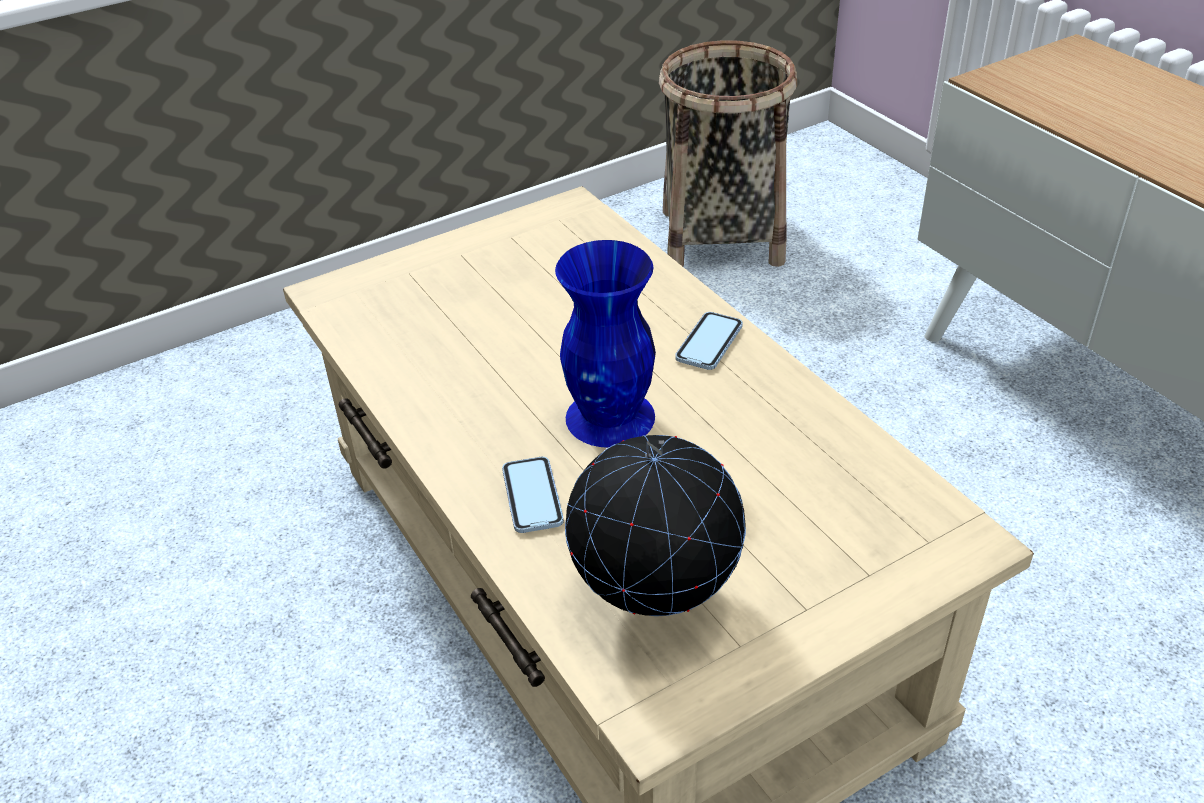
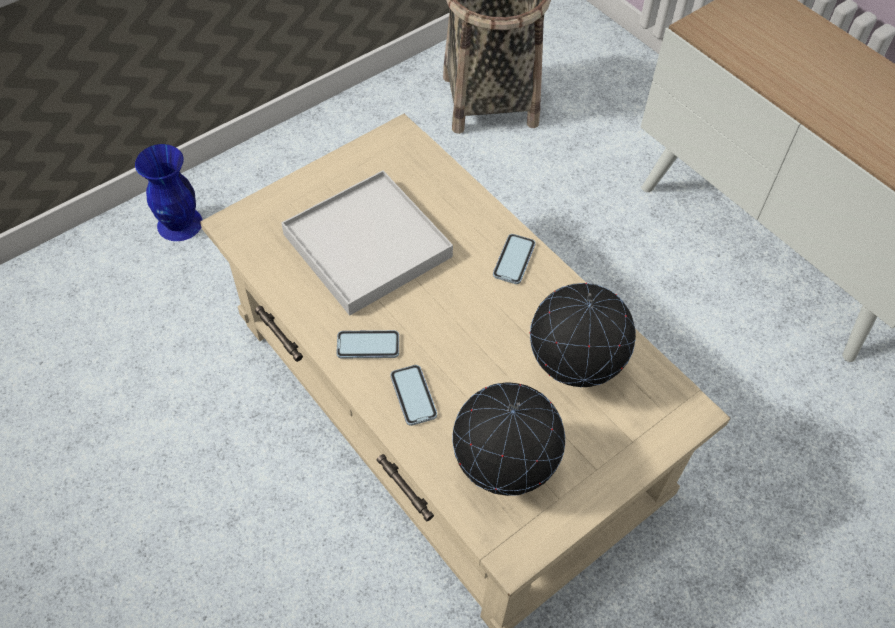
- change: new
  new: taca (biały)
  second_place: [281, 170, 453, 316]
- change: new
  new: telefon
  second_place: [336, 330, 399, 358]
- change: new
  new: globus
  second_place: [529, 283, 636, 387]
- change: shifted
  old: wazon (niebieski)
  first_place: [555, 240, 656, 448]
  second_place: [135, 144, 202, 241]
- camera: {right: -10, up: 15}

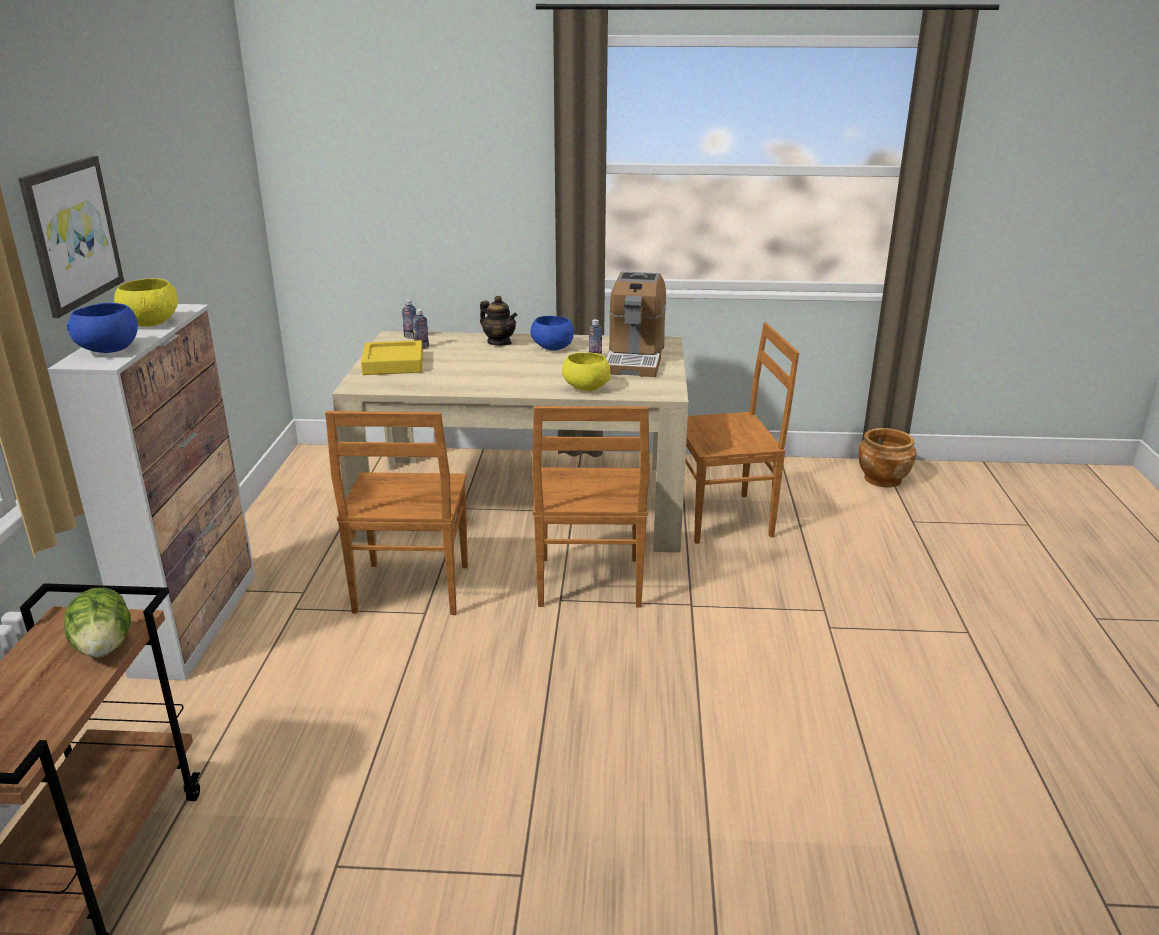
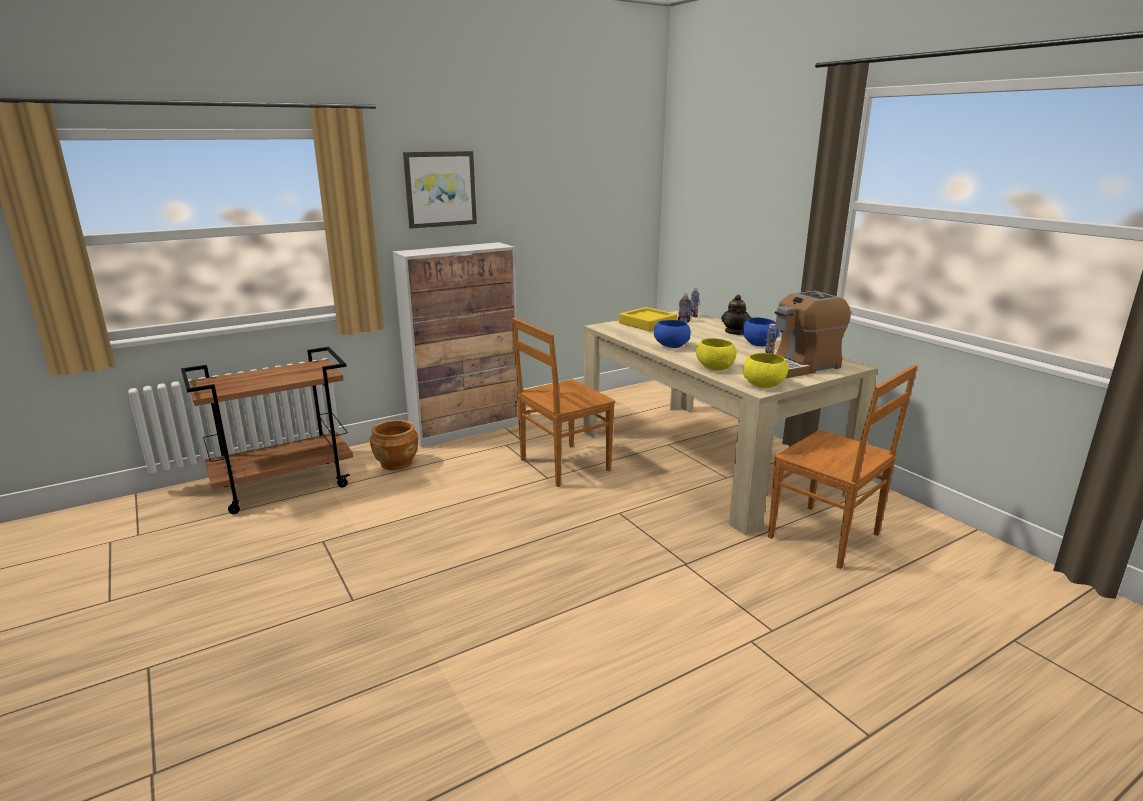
- change: gone
  old: sałata
  first_place: [64, 588, 131, 658]
- change: gone
  old: krzesło (brązowy)
  first_place: [532, 406, 650, 608]
- change: shifted
  old: miska (niebieski)
  first_place: [67, 303, 138, 353]
  second_place: [654, 320, 690, 348]
- change: shifted
  old: miska (żółty)
  first_place: [114, 278, 178, 327]
  second_place: [743, 353, 789, 388]
- change: shifted
  old: donica (brązowy)
  first_place: [859, 428, 916, 488]
  second_place: [370, 420, 418, 470]
- camera: {right: 55, up: -5}

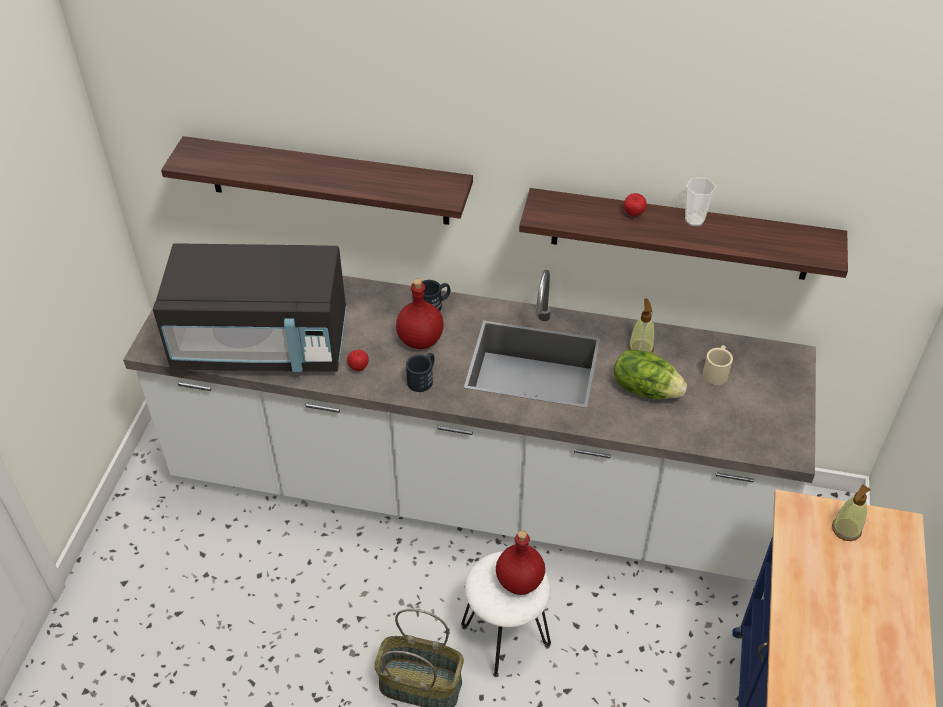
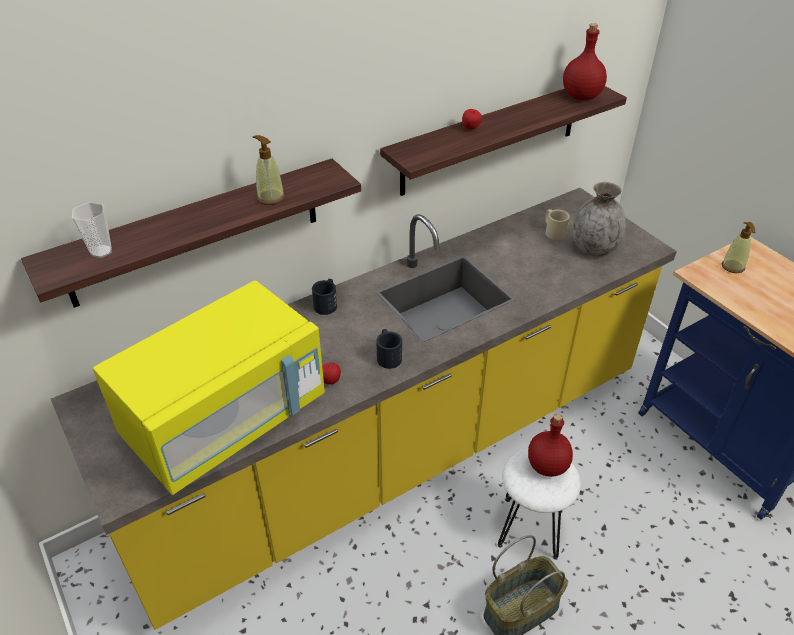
- change: gone
  old: sałata
  first_place: [614, 349, 687, 399]
- change: new
  new: wazon (szary)
  second_place: [573, 182, 626, 256]
- change: shifted
  old: butelka (czerwony)
  first_place: [396, 279, 444, 349]
  second_place: [563, 23, 607, 100]
- change: shifted
  old: dozownik mydła
  first_place: [628, 299, 654, 353]
  second_place: [253, 135, 285, 205]
- change: shifted
  old: filiżanka
  first_place: [685, 177, 716, 226]
  second_place: [72, 202, 112, 258]
- change: repainted
  old: zabudowa kuchenna (biały)
  new: zabudowa kuchenna (żółty)
  first_place: [123, 270, 816, 581]
  second_place: [51, 188, 677, 630]
- change: repainted
  old: mikrofalówka (czarny)
  new: mikrofalówka (żółty)
  first_place: [153, 243, 347, 372]
  second_place: [93, 281, 325, 495]
- camera: {right: -45, up: -5}

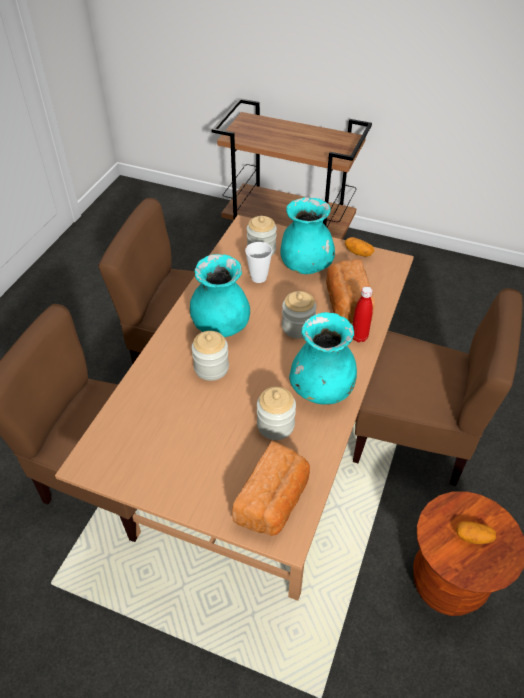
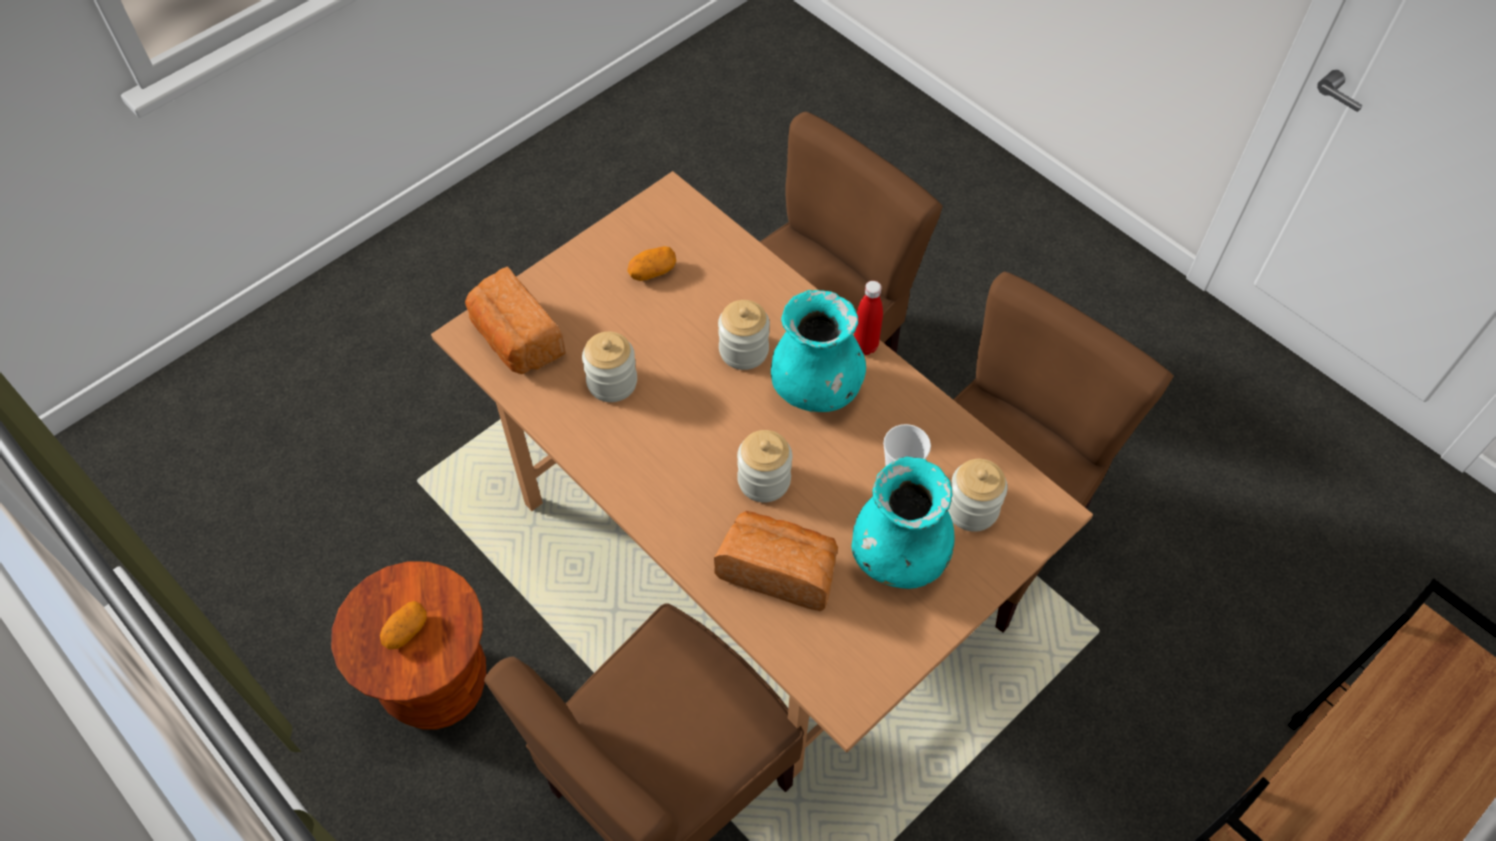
- change: gone
  old: wazon (turkusowy)
  first_place: [289, 312, 357, 405]
- change: shifted
  old: ziemniak
  first_place: [345, 237, 374, 257]
  second_place: [627, 246, 676, 281]
- change: shifted
  old: butelka (czerwony)
  first_place: [352, 286, 373, 342]
  second_place: [854, 281, 883, 355]
- camera: {right: 115, up: 10}

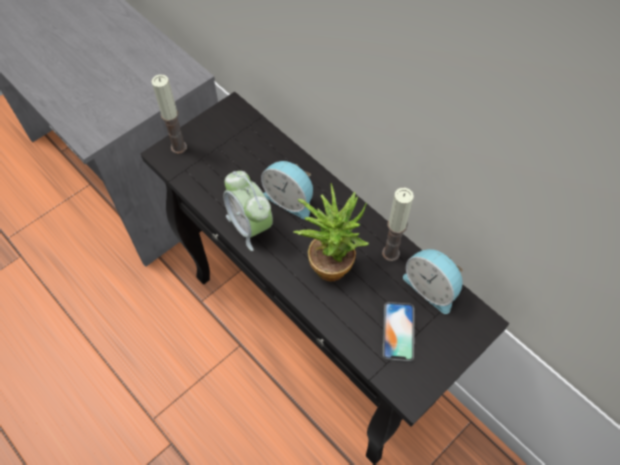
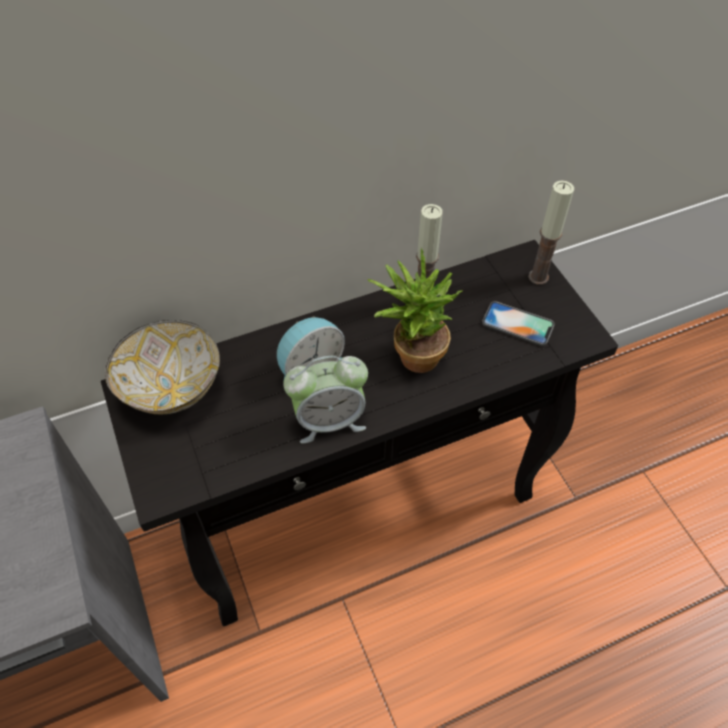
- change: gone
  old: budzik
  first_place: [403, 249, 463, 314]
- change: new
  new: miska
  second_place: [105, 320, 220, 415]
- change: shifted
  old: świeca
  first_place: [151, 74, 187, 154]
  second_place: [528, 180, 574, 285]
- camera: {right: -70, up: -5}

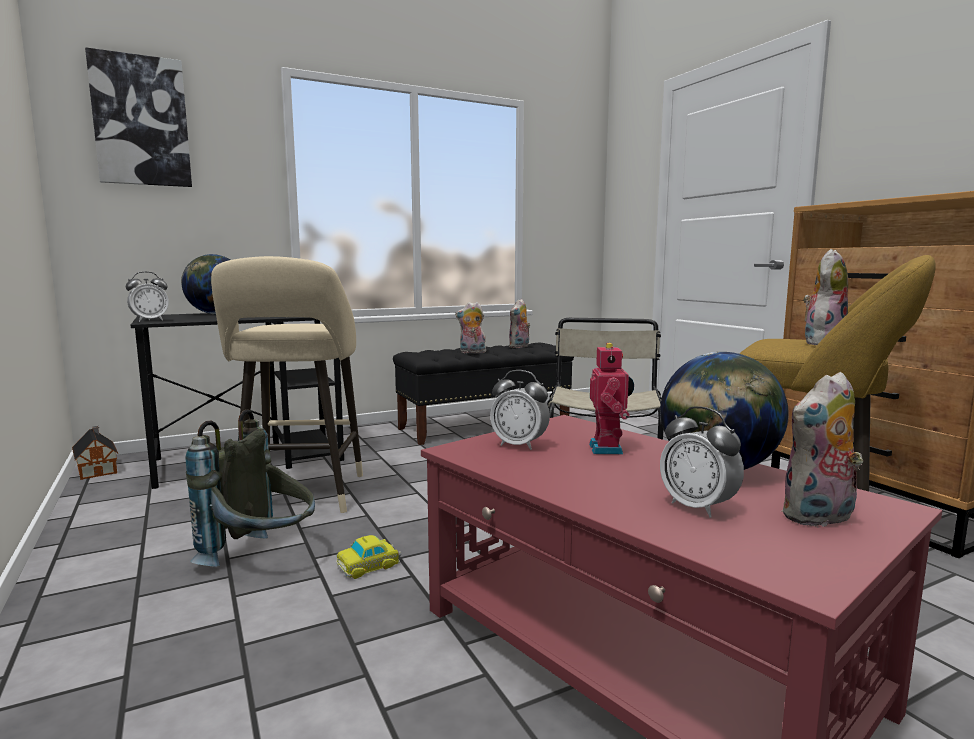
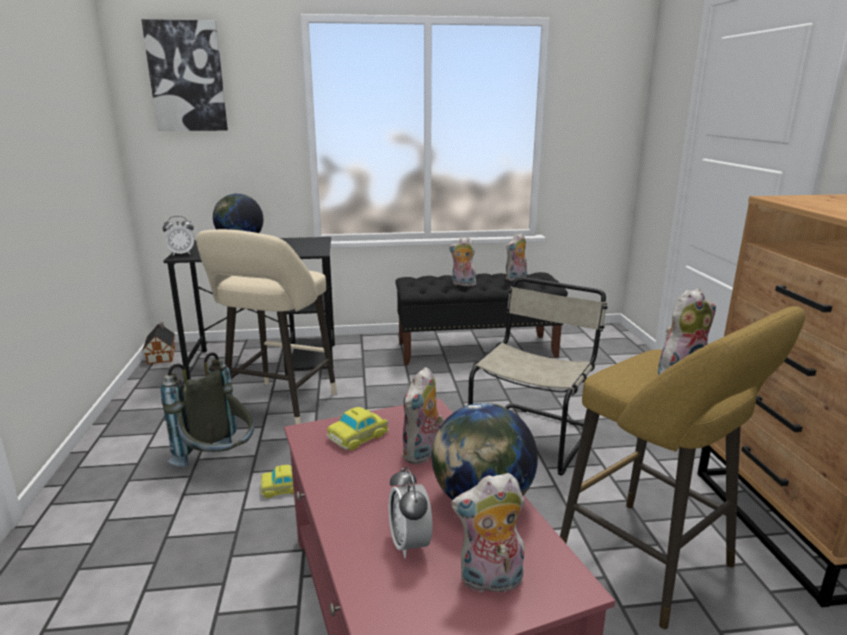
- change: swapped
  old: budzik
  new: samochodzik
  first_place: [490, 370, 550, 450]
  second_place: [327, 407, 389, 451]
- change: swapped
  old: robot zabawkowy
  new: pluszak
  first_place: [589, 343, 634, 454]
  second_place: [402, 367, 444, 465]
- camera: {right: 20, up: 10}

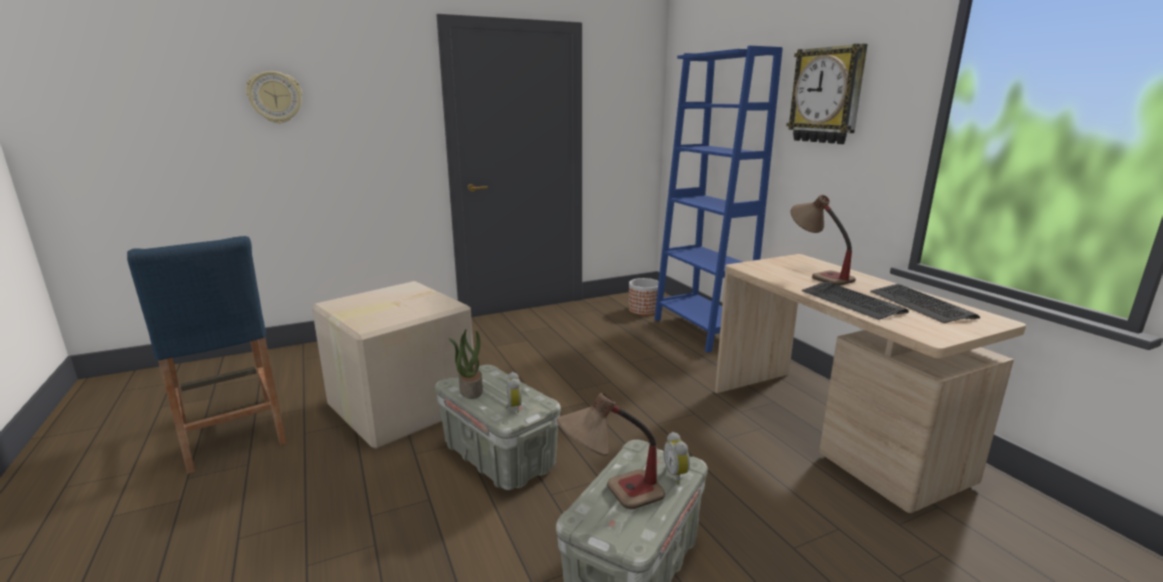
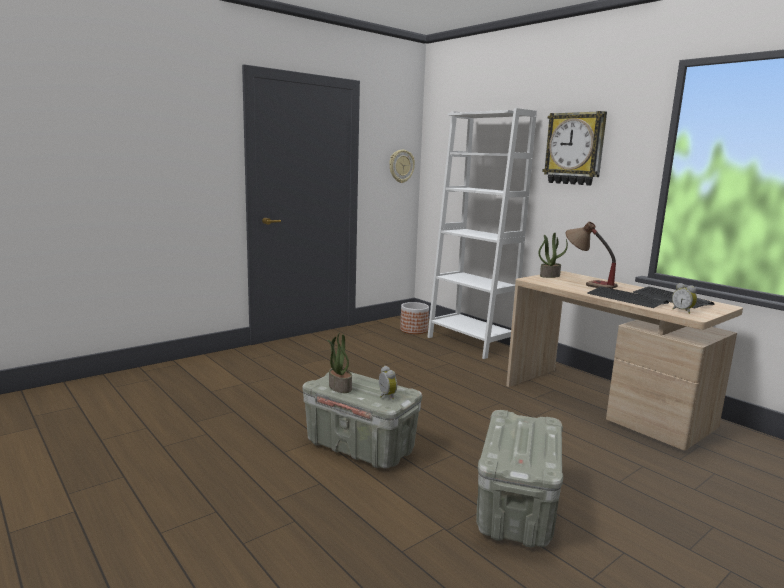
- change: gone
  old: stołek (niebieski)
  first_place: [127, 236, 287, 474]
- change: gone
  old: karton
  first_place: [312, 281, 475, 449]
- change: gone
  old: lampa stołowa
  first_place: [557, 393, 665, 509]
- change: new
  new: roślina doniczkowa
  second_place: [539, 233, 568, 278]
- change: shifted
  old: zegar ścienny
  first_place: [246, 71, 302, 124]
  second_place: [389, 150, 415, 183]
- change: shifted
  old: budzik
  first_place: [663, 432, 690, 483]
  second_place: [672, 283, 697, 314]
- change: repainted
  old: regał (niebieski)
  new: regał (biały)
  first_place: [655, 46, 783, 353]
  second_place: [428, 108, 537, 359]
- camera: {right: -15, up: -5}

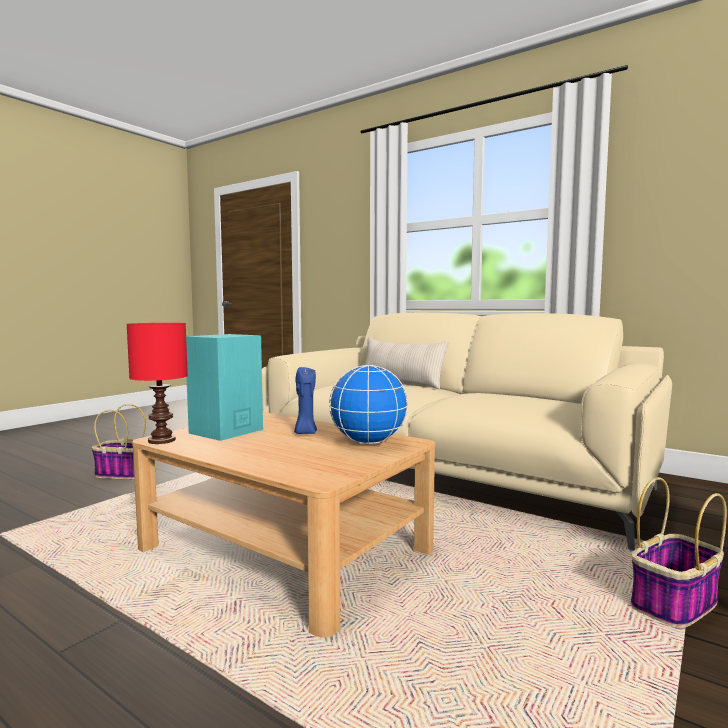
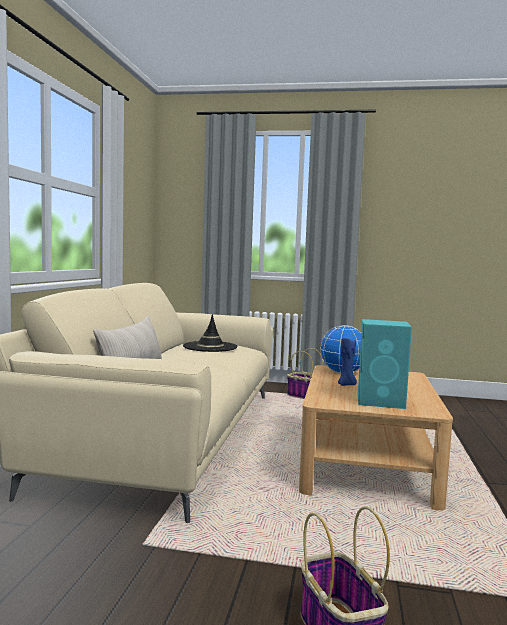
- change: gone
  old: lampa stołowa (czerwony)
  first_place: [127, 323, 188, 444]
- change: new
  new: kapelusz (czarny)
  second_place: [183, 314, 237, 352]
- camera: {right: -115, up: 0}

